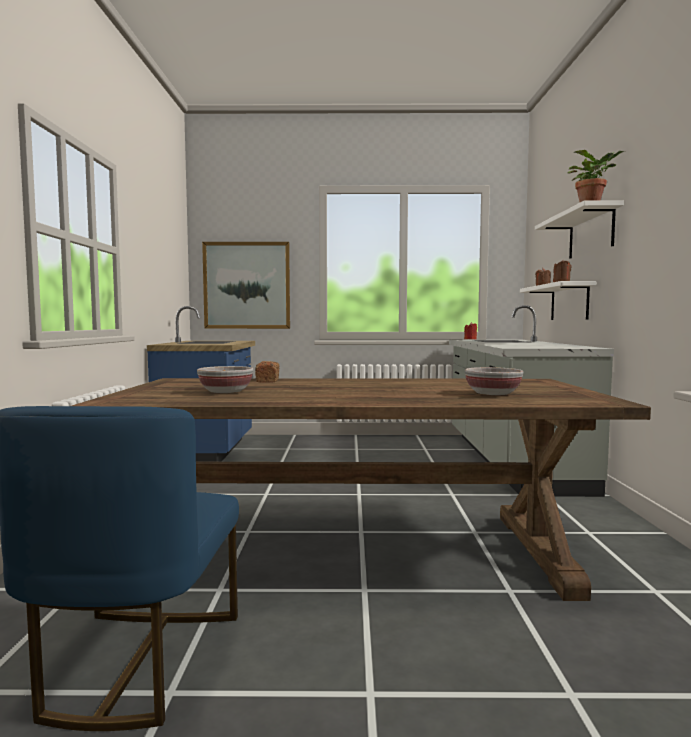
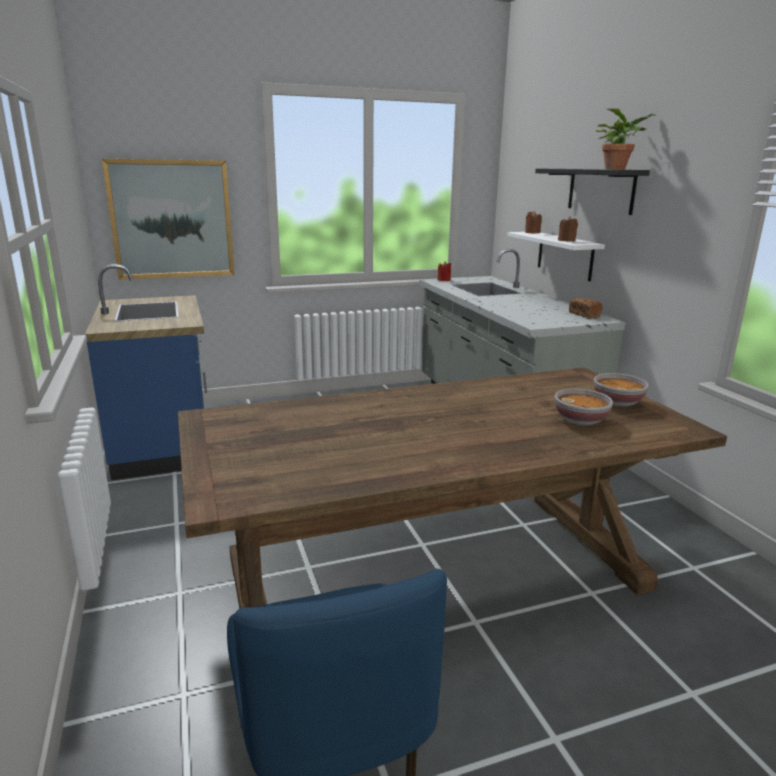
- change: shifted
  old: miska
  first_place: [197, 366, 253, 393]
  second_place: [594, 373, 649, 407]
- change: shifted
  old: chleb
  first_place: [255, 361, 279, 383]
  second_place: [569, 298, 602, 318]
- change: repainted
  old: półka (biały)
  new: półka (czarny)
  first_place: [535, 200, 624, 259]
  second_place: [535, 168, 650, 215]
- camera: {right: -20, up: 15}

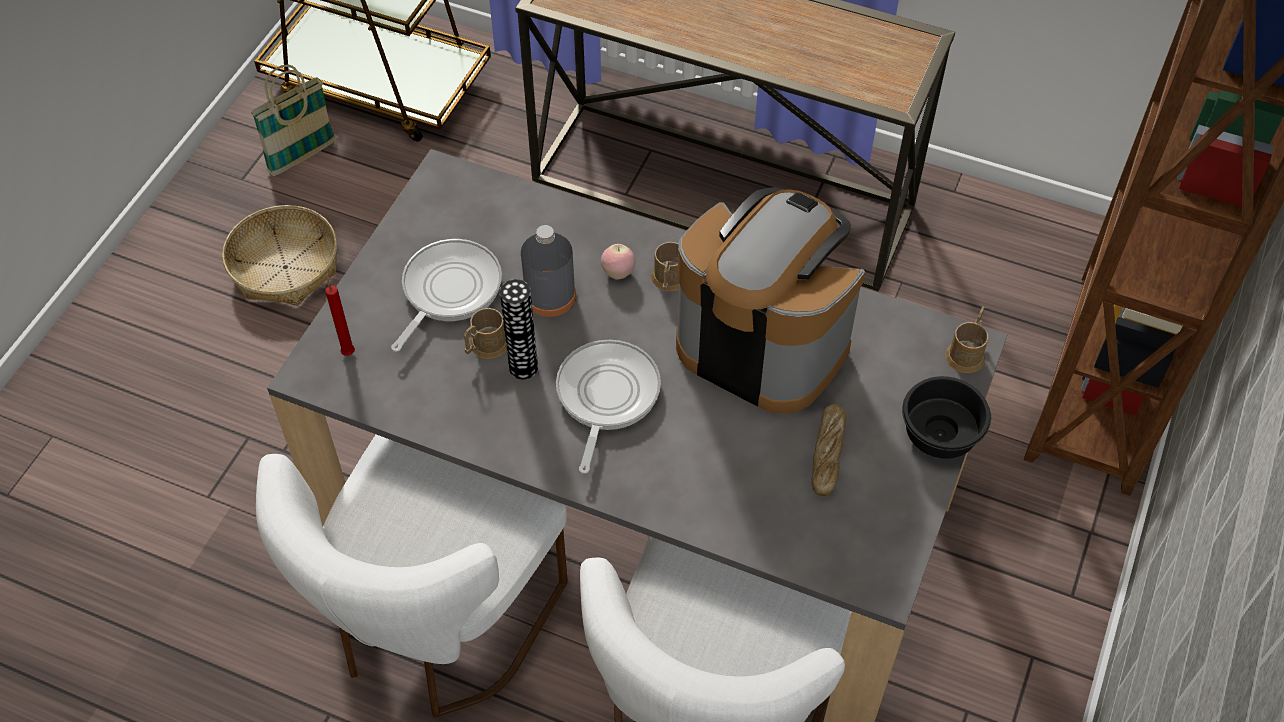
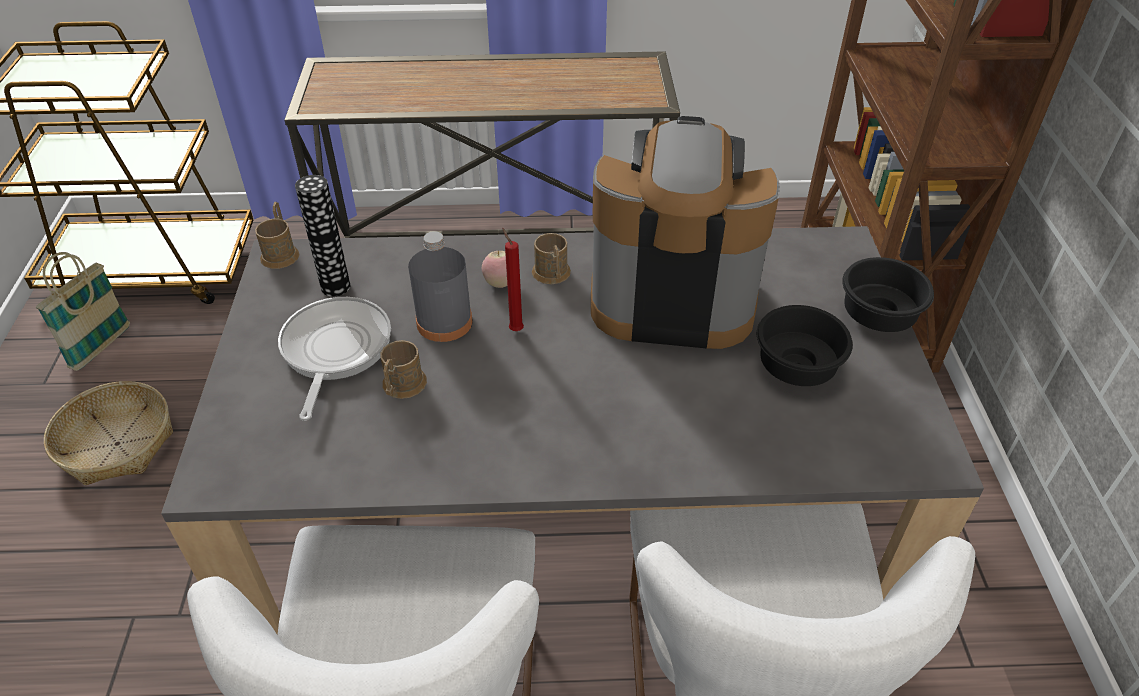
- change: gone
  old: patelnia
  first_place: [556, 340, 661, 474]
- change: shifted
  old: świeca (czerwony)
  first_place: [325, 273, 355, 356]
  second_place: [502, 228, 524, 331]
- change: shifted
  old: wazon
  first_place: [500, 279, 538, 380]
  second_place: [295, 175, 350, 297]
- change: shifted
  old: kubek (brązowy)
  first_place: [945, 306, 989, 373]
  second_place: [255, 202, 300, 269]
- change: swapped
  old: chleb
  new: miska (czarny)
  first_place: [812, 404, 846, 496]
  second_place: [757, 305, 853, 386]
- camera: {right: -25, up: -10}

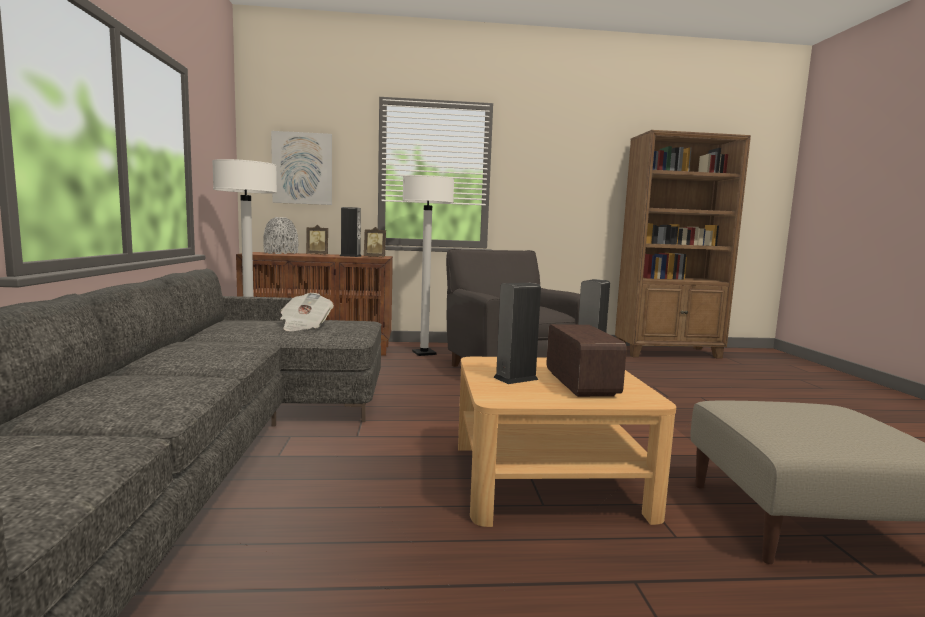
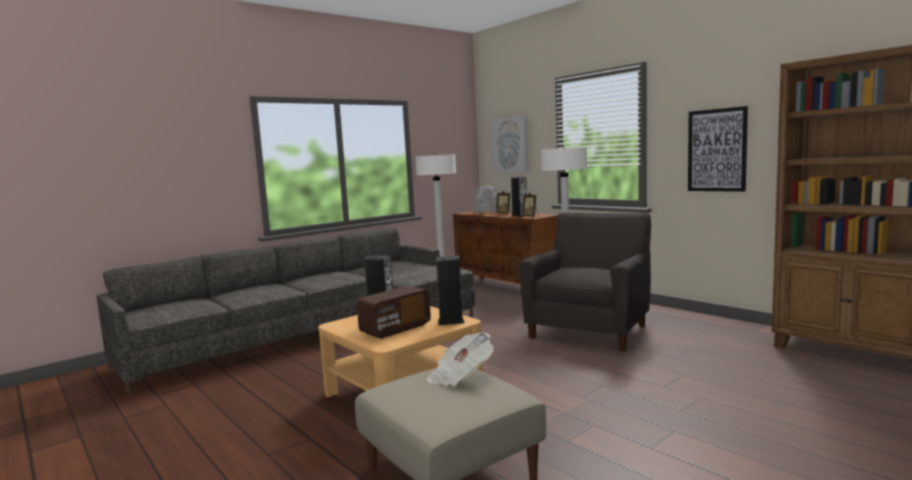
- change: new
  new: obraz
  second_place: [688, 106, 748, 192]
- change: shifted
  old: gazeta
  first_place: [280, 293, 334, 331]
  second_place: [427, 332, 494, 386]
- camera: {right: 55, up: 0}

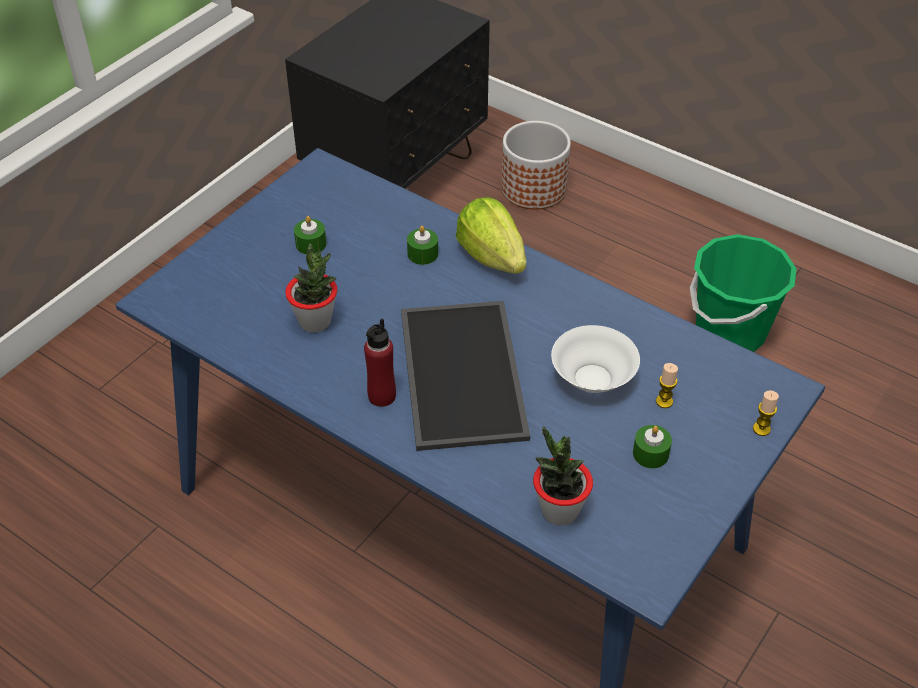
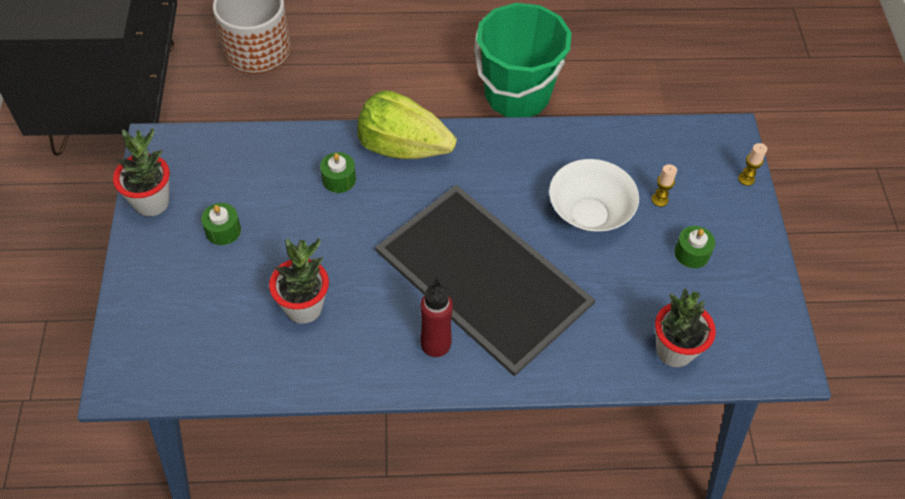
- change: new
  new: roślina doniczkowa
  second_place: [113, 128, 170, 216]
- camera: {right: -40, up: 10}

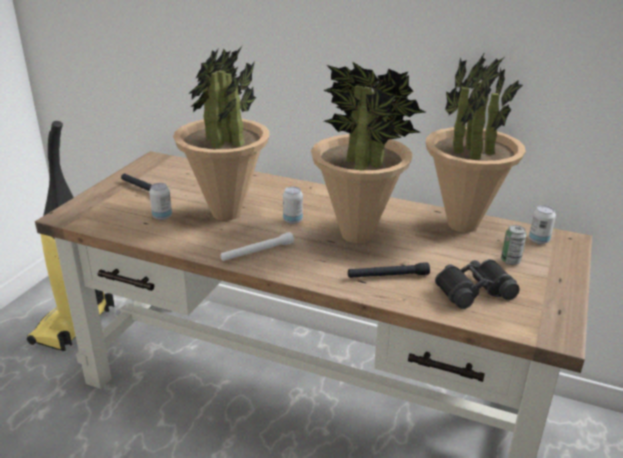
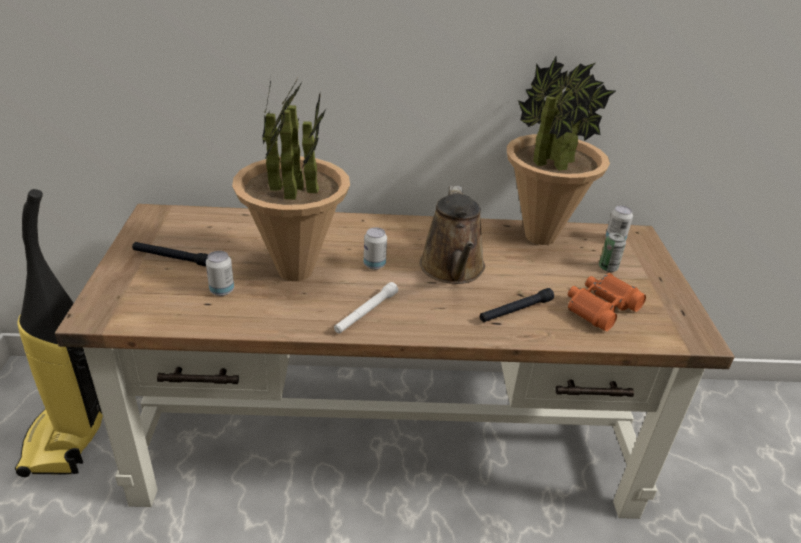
- change: swapped
  old: roślina doniczkowa
  new: konewka (brązowy)
  first_place: [311, 61, 426, 243]
  second_place: [420, 186, 485, 284]
- change: repainted
  old: lornetka (czarny)
  new: lornetka (pomarańczowy)
  first_place: [435, 259, 520, 309]
  second_place: [568, 273, 646, 331]
- camera: {right: -25, up: 5}

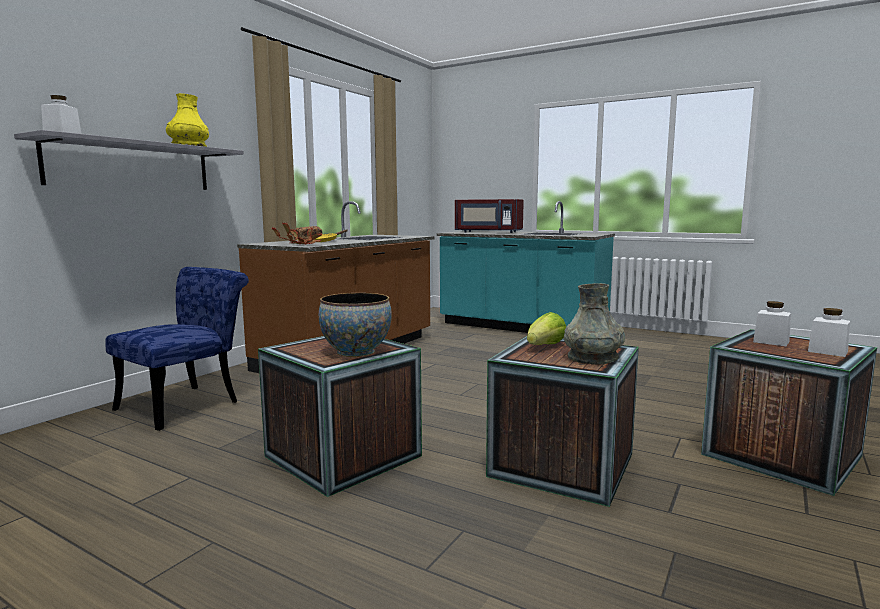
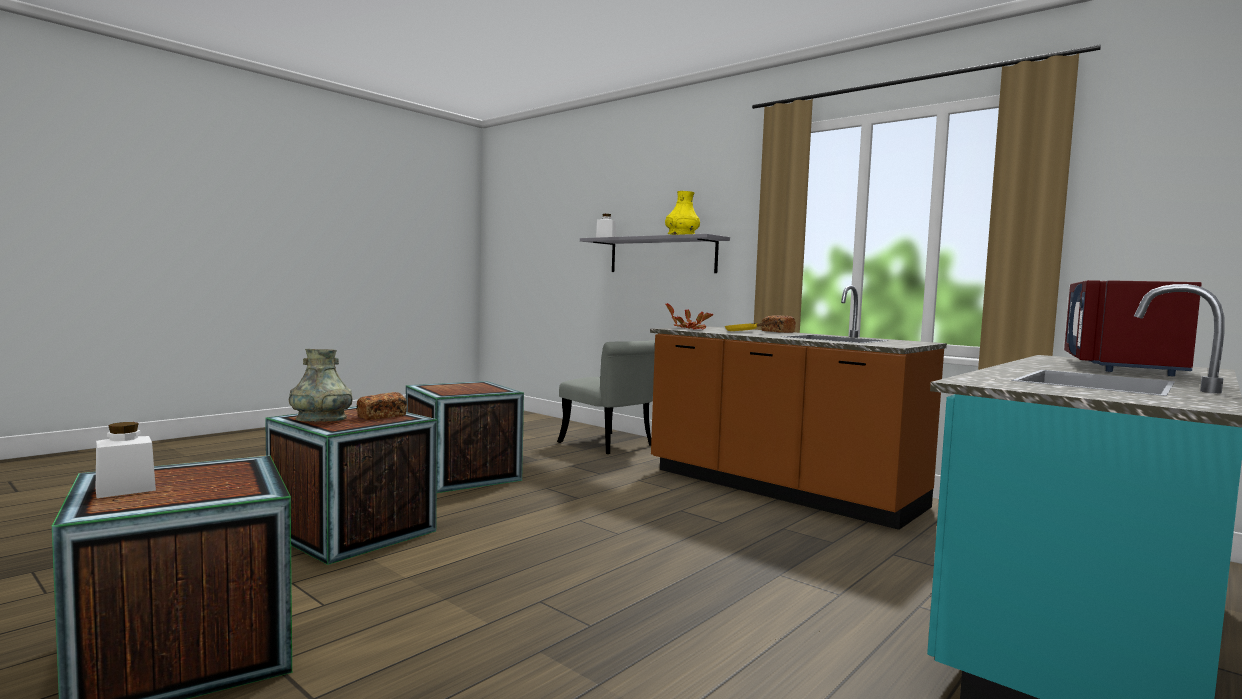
- change: gone
  old: miska
  first_place: [319, 293, 392, 357]
- change: gone
  old: słoik (biały)
  first_place: [753, 301, 791, 346]
- change: swapped
  old: sałata
  new: chleb
  first_place: [527, 312, 566, 345]
  second_place: [357, 392, 407, 420]
- change: repainted
  old: krzesło (niebieski)
  new: krzesło (szary)
  first_place: [105, 267, 249, 431]
  second_place: [557, 340, 655, 454]
- camera: {right: 100, up: -5}

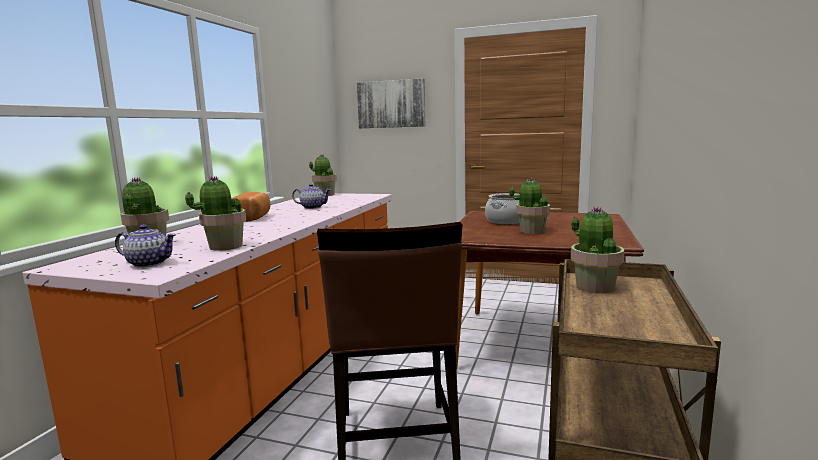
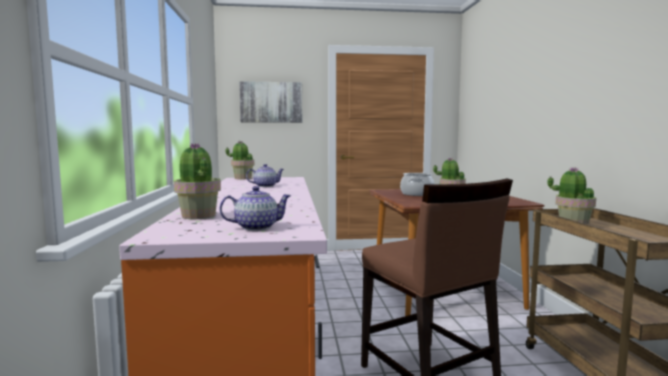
- change: gone
  old: roślina doniczkowa
  first_place: [185, 176, 246, 251]
- change: gone
  old: chleb
  first_place: [232, 192, 271, 222]
- camera: {right: -25, up: -5}

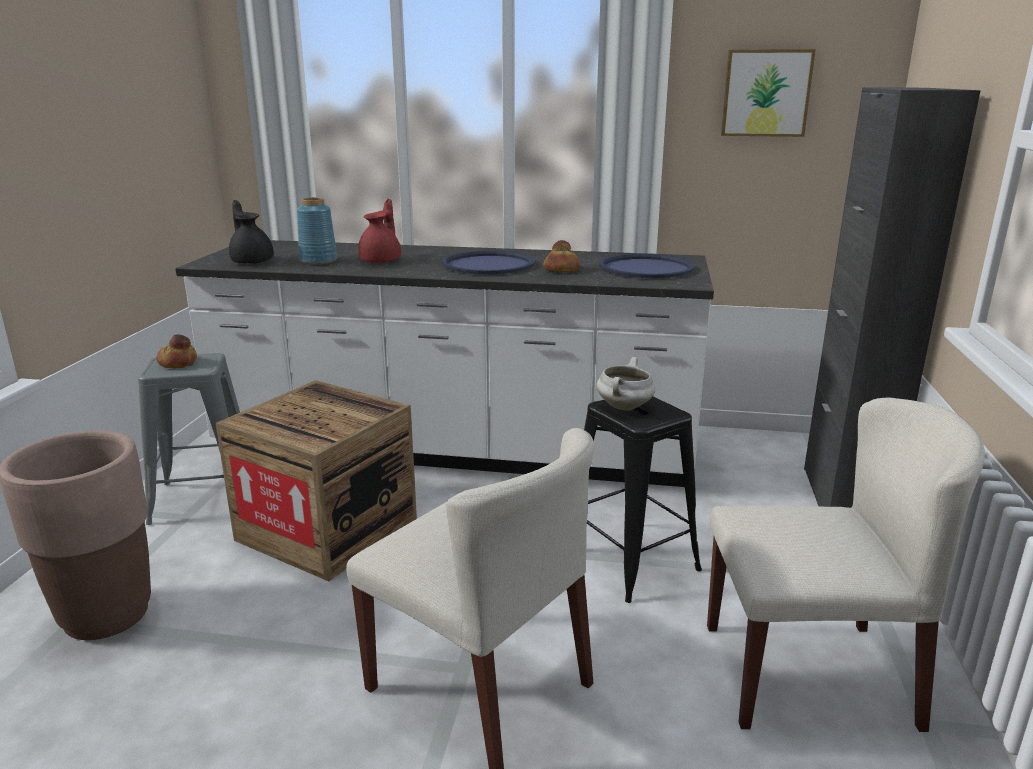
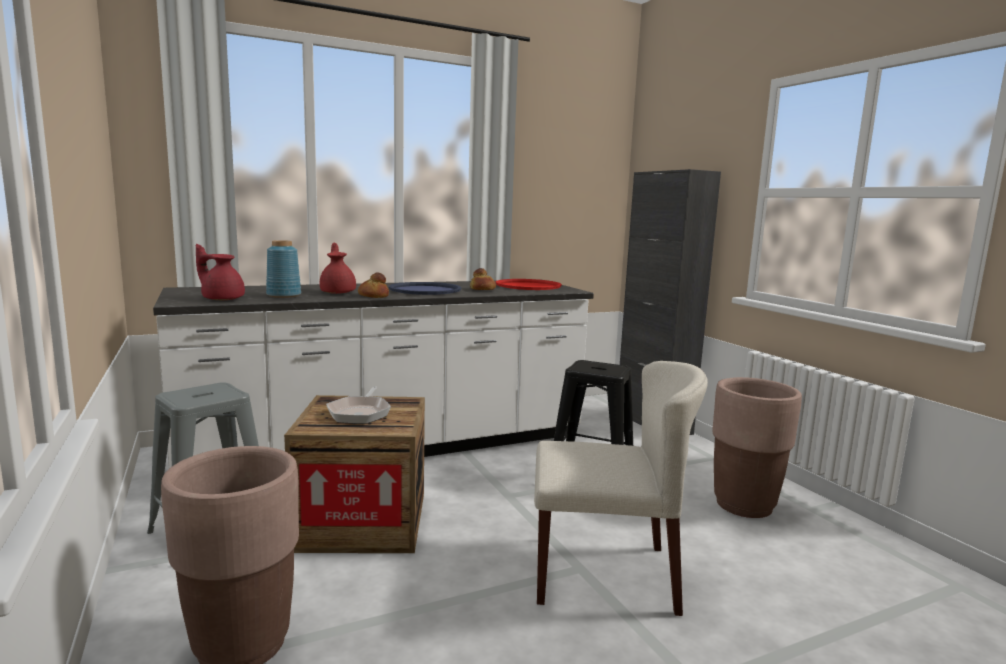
- change: gone
  old: garnek (biały)
  first_place: [596, 357, 655, 410]
- change: gone
  old: obraz
  first_place: [721, 49, 816, 137]
- change: new
  new: patelnia
  second_place: [326, 386, 391, 424]
- change: shifted
  old: chleb
  first_place: [156, 334, 197, 369]
  second_place: [358, 273, 389, 298]
- change: swapped
  old: krzesło (beżowy)
  new: donica (brązowy)
  first_place: [707, 397, 985, 732]
  second_place: [712, 377, 802, 518]
- change: repainted
  old: imbryk (czarny)
  new: imbryk (czerwony)
  first_place: [229, 200, 274, 264]
  second_place: [196, 244, 245, 300]
- change: repainted
  old: taca (niebieski)
  new: taca (czerwony)
  first_place: [599, 253, 695, 278]
  second_place: [496, 279, 562, 290]
- camera: {right: -35, up: -10}

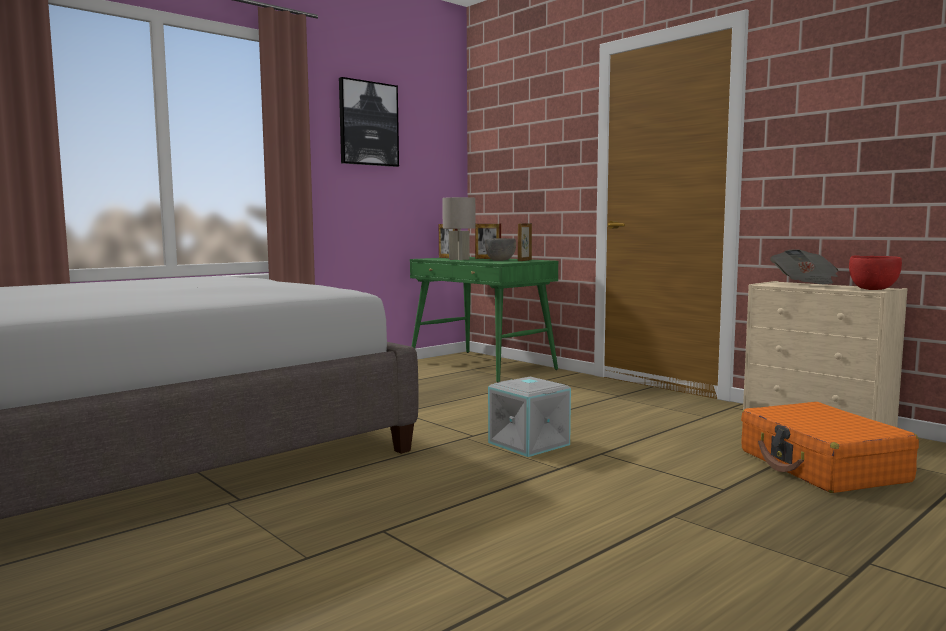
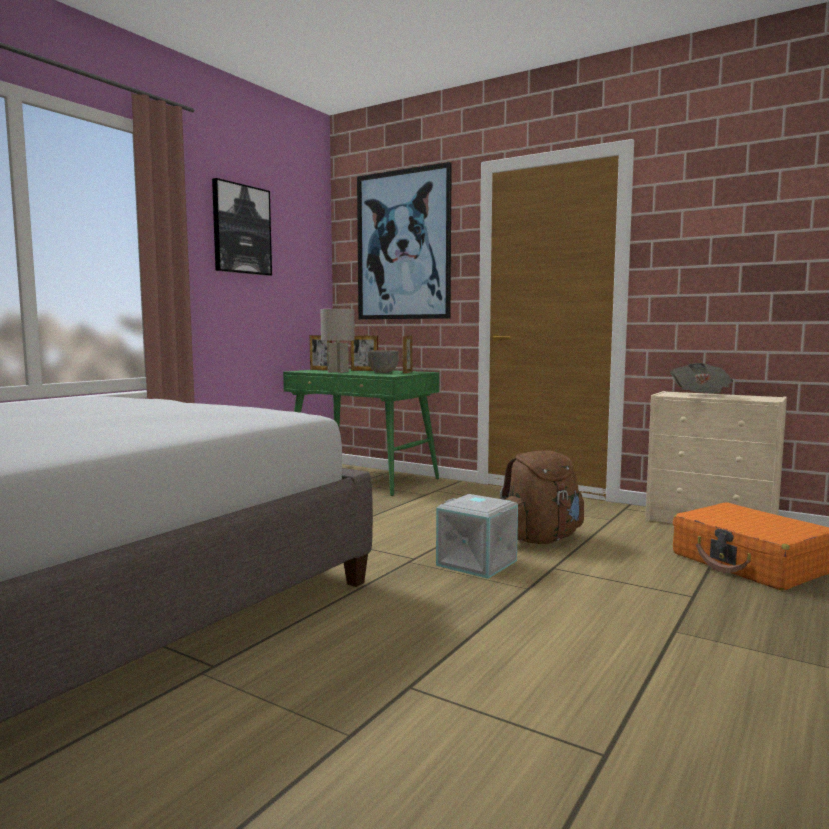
- change: gone
  old: miska (czerwony)
  first_place: [849, 256, 902, 290]
- change: new
  new: obraz
  second_place: [357, 162, 452, 319]
- change: new
  new: plecak (brązowy)
  second_place: [500, 450, 584, 544]
- camera: {right: -15, up: 0}

